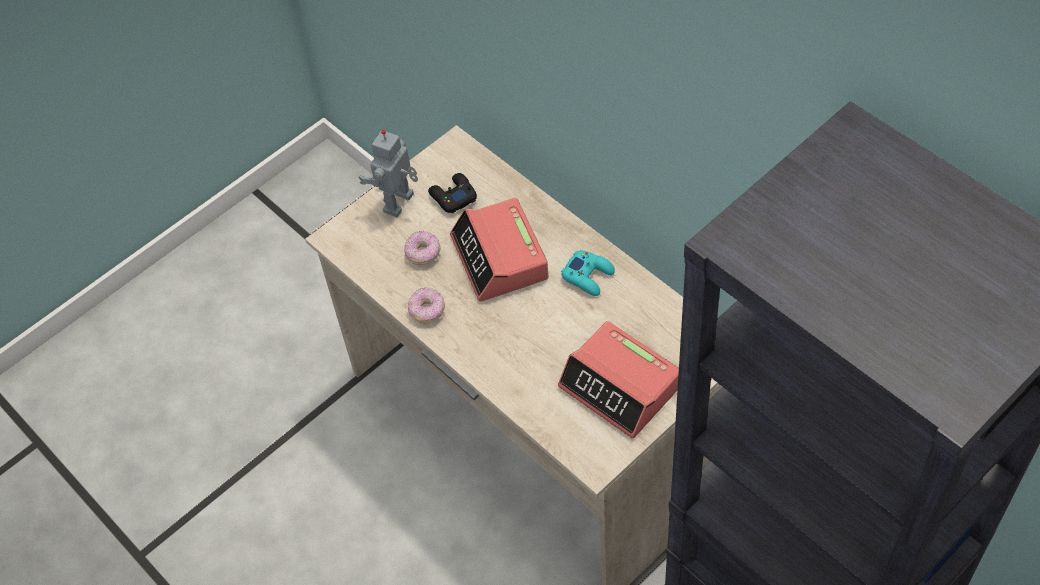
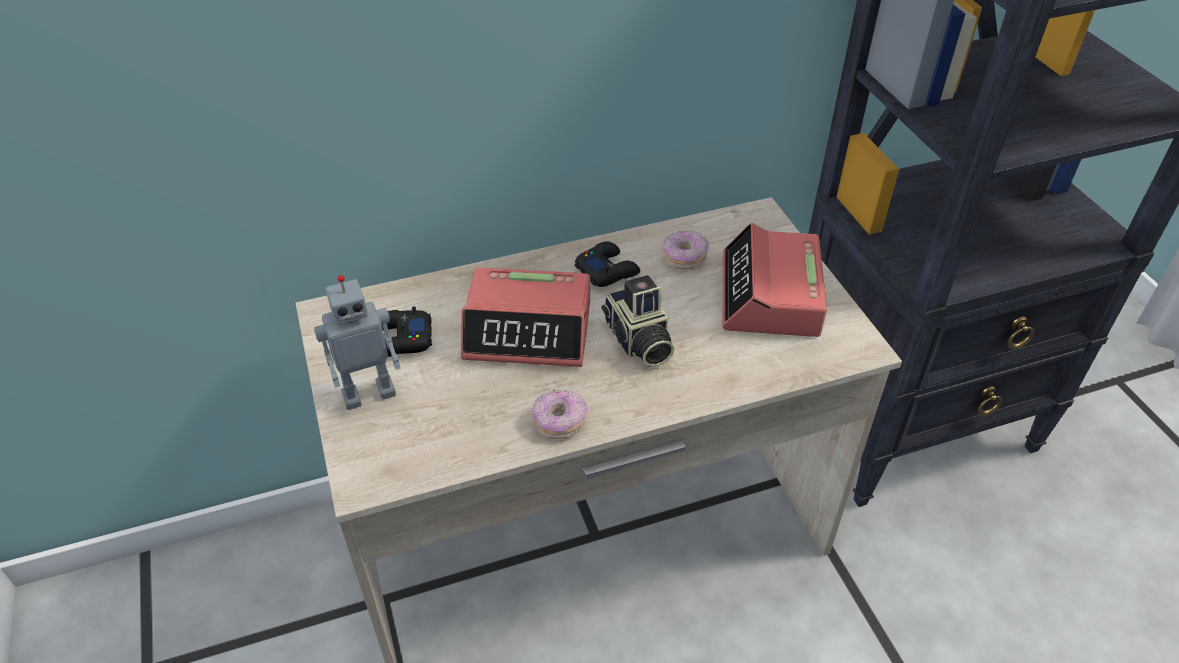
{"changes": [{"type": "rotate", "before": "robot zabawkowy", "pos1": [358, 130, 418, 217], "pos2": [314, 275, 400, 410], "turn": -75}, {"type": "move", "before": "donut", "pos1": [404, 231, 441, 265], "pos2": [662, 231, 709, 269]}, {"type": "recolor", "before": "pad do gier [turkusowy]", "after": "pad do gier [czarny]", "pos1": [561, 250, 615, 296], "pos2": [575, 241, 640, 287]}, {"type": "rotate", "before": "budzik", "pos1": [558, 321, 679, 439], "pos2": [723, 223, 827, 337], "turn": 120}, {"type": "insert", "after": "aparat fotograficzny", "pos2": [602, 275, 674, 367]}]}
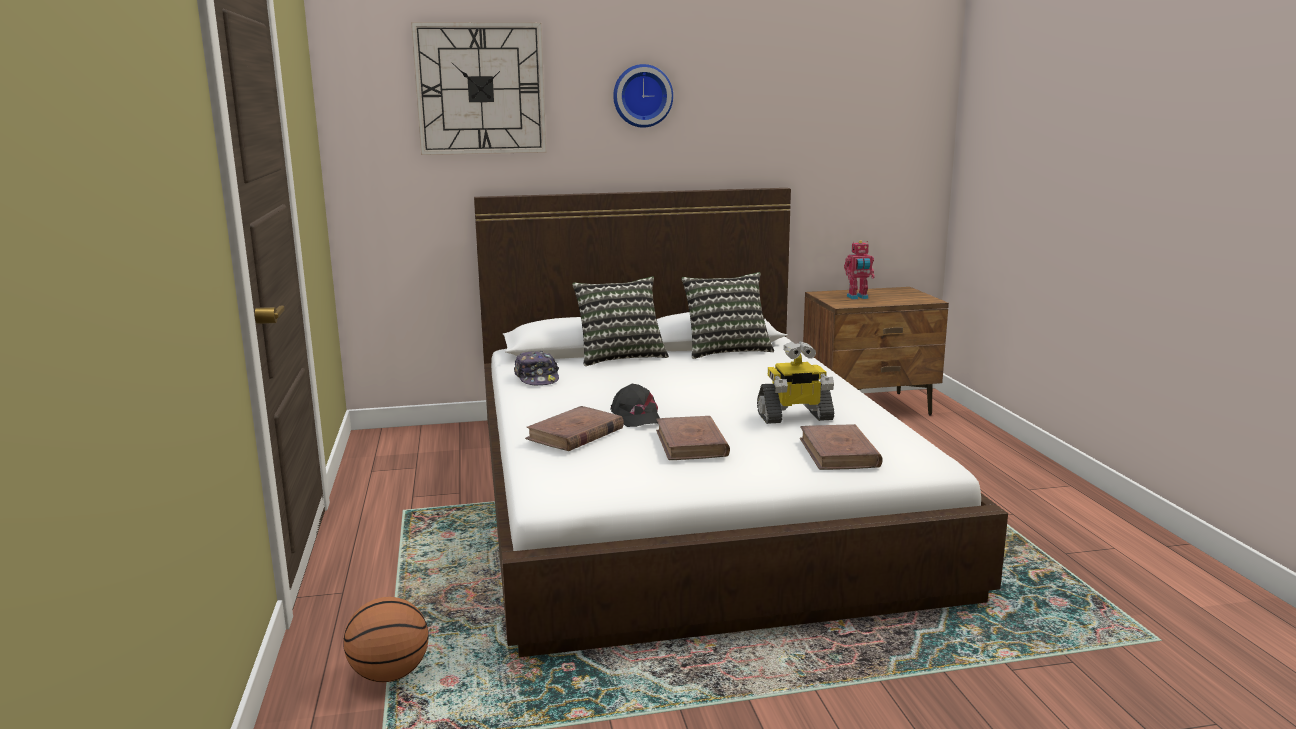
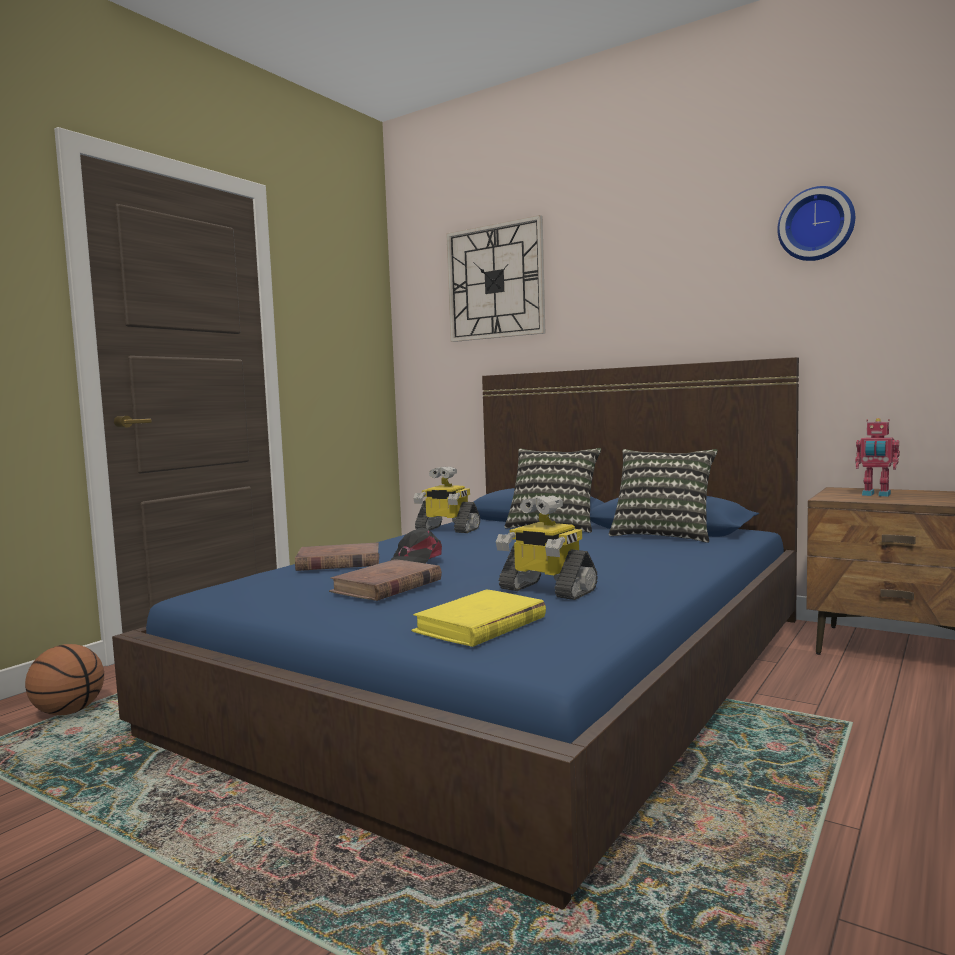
{"changes": [{"type": "move", "before": "zegar ścienny", "pos1": [613, 64, 673, 128], "pos2": [777, 186, 855, 261]}, {"type": "recolor", "before": "łóżko [biały]", "after": "łóżko [niebieski]", "pos1": [474, 188, 1008, 657], "pos2": [112, 357, 799, 910]}, {"type": "replace", "before": "czapka z daszkiem", "after": "robot zabawkowy", "pos1": [514, 351, 559, 385], "pos2": [413, 467, 480, 533]}, {"type": "recolor", "before": "książka [brązowy]", "after": "książka [żółty]", "pos1": [800, 424, 883, 470], "pos2": [411, 589, 546, 647]}]}
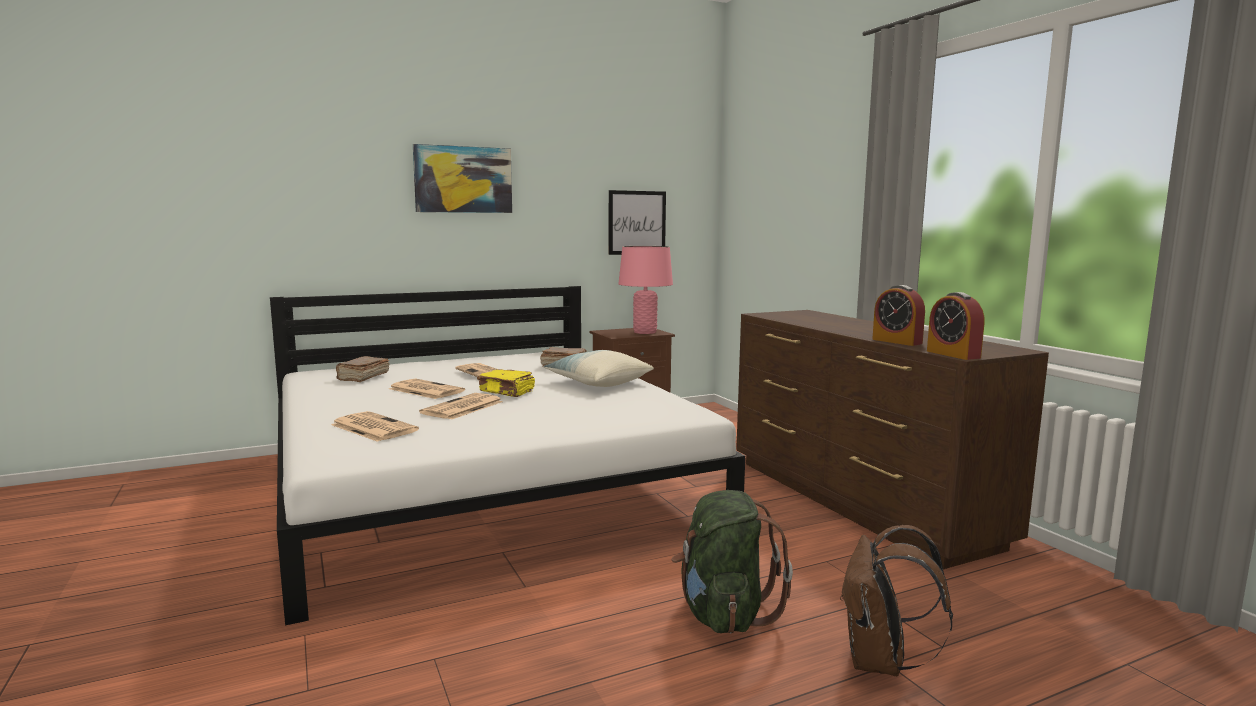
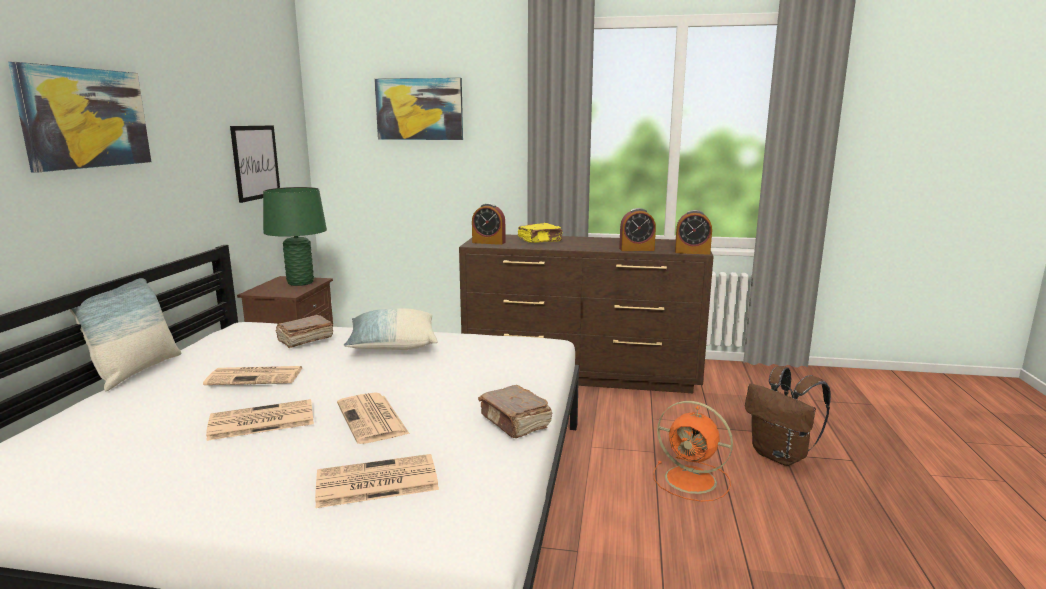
{"changes": [{"type": "recolor", "before": "lampa stołowa [różowy]", "after": "lampa stołowa [zielony]", "pos1": [619, 246, 673, 334], "pos2": [263, 187, 327, 286]}, {"type": "move", "before": "książka [brązowy]", "pos1": [336, 356, 390, 382], "pos2": [478, 385, 552, 438]}, {"type": "move", "before": "książka [żółty]", "pos1": [477, 369, 535, 397], "pos2": [518, 223, 562, 243]}, {"type": "replace", "before": "plecak [zielony]", "after": "wentylator [pomarańczowy]", "pos1": [671, 490, 793, 633], "pos2": [653, 401, 733, 502]}, {"type": "insert", "after": "obraz", "pos2": [374, 78, 463, 140]}, {"type": "insert", "after": "budzik", "pos2": [472, 203, 506, 245]}, {"type": "insert", "after": "poduszka", "pos2": [62, 278, 181, 391]}]}
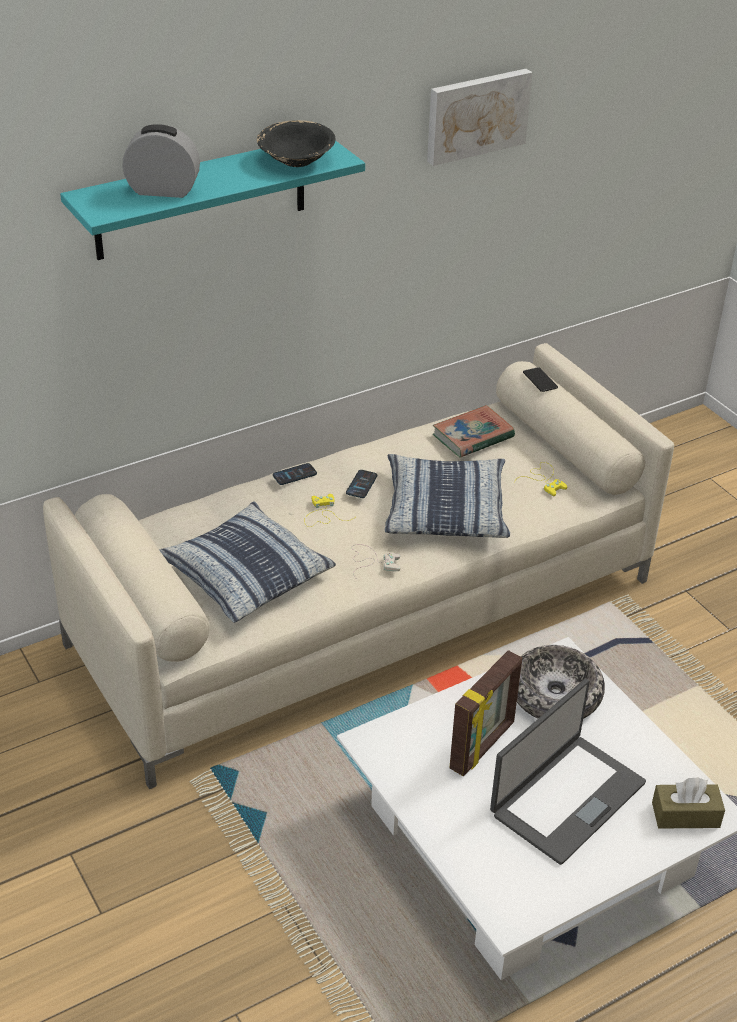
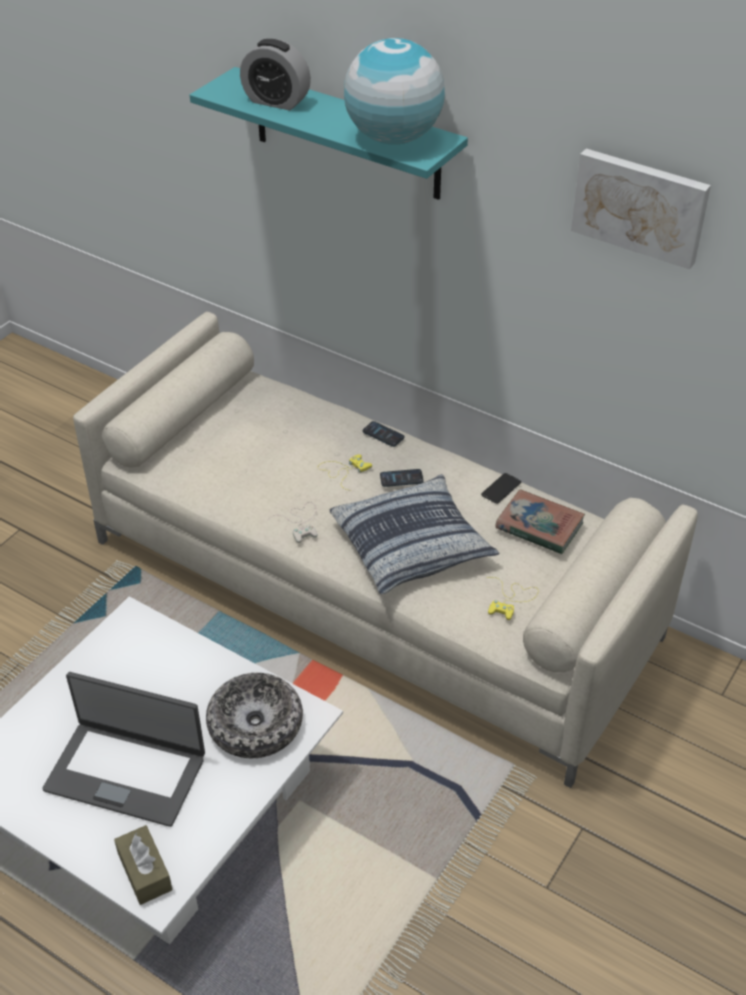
{"changes": [{"type": "replace", "before": "miska [czarny]", "after": "globus", "pos1": [257, 120, 336, 167], "pos2": [344, 38, 445, 144]}, {"type": "rotate", "before": "budzik", "pos1": [122, 124, 200, 198], "pos2": [240, 39, 311, 110], "turn": 135}, {"type": "move", "before": "telefon", "pos1": [523, 367, 558, 392], "pos2": [481, 473, 521, 504]}, {"type": "delete", "before": "poduszka", "pos1": [159, 501, 336, 623]}, {"type": "delete", "before": "ramka na zdjęcie", "pos1": [449, 650, 522, 776]}]}
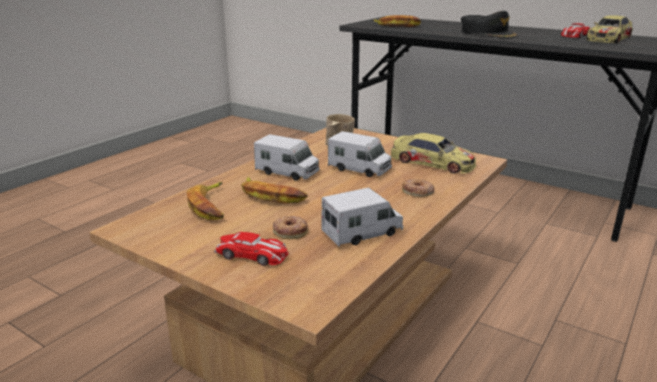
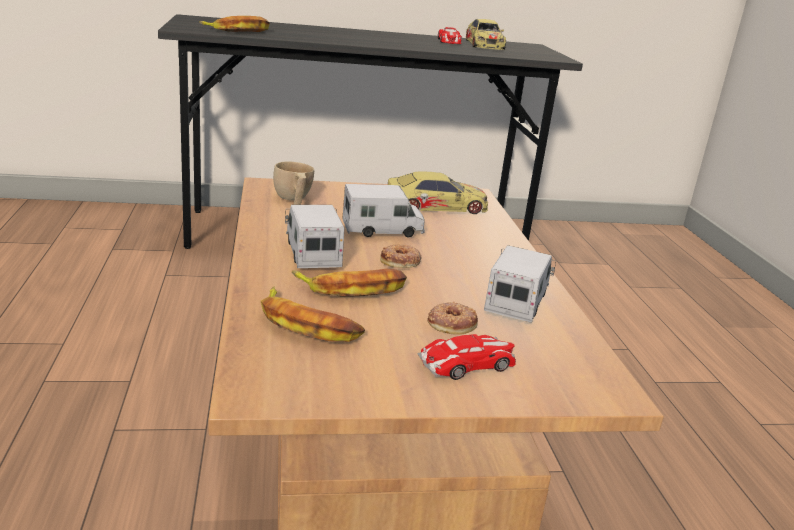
{"changes": [{"type": "delete", "before": "czapka z daszkiem [czarny]", "pos1": [461, 11, 519, 38]}, {"type": "rotate", "before": "ciężarówka zabawkowa", "pos1": [254, 134, 320, 181], "pos2": [285, 205, 344, 268], "turn": -90}, {"type": "move", "before": "donut", "pos1": [402, 179, 434, 197], "pos2": [380, 244, 421, 268]}]}
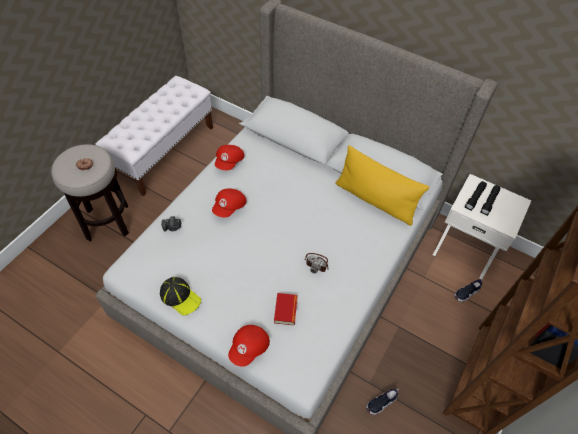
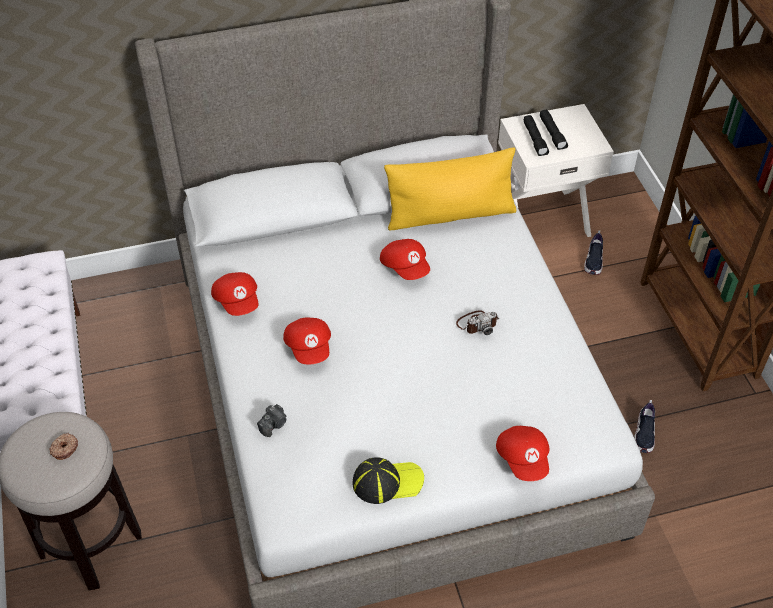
{"changes": [{"type": "delete", "before": "książka", "pos1": [274, 293, 298, 325]}, {"type": "insert", "after": "czapka z daszkiem [czerwony]", "pos2": [380, 239, 430, 280]}]}
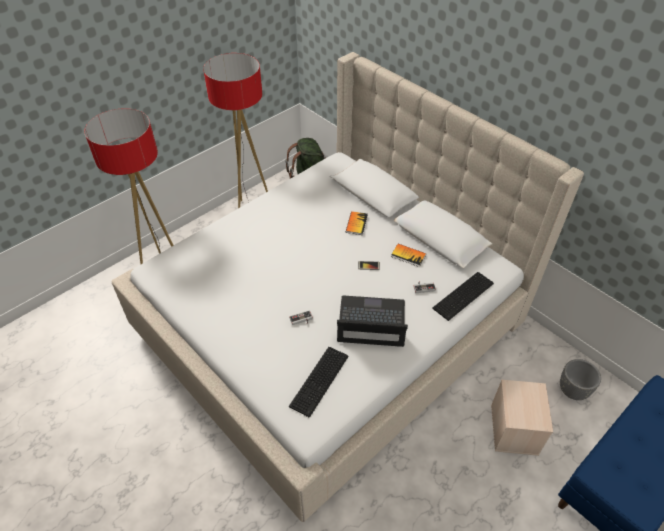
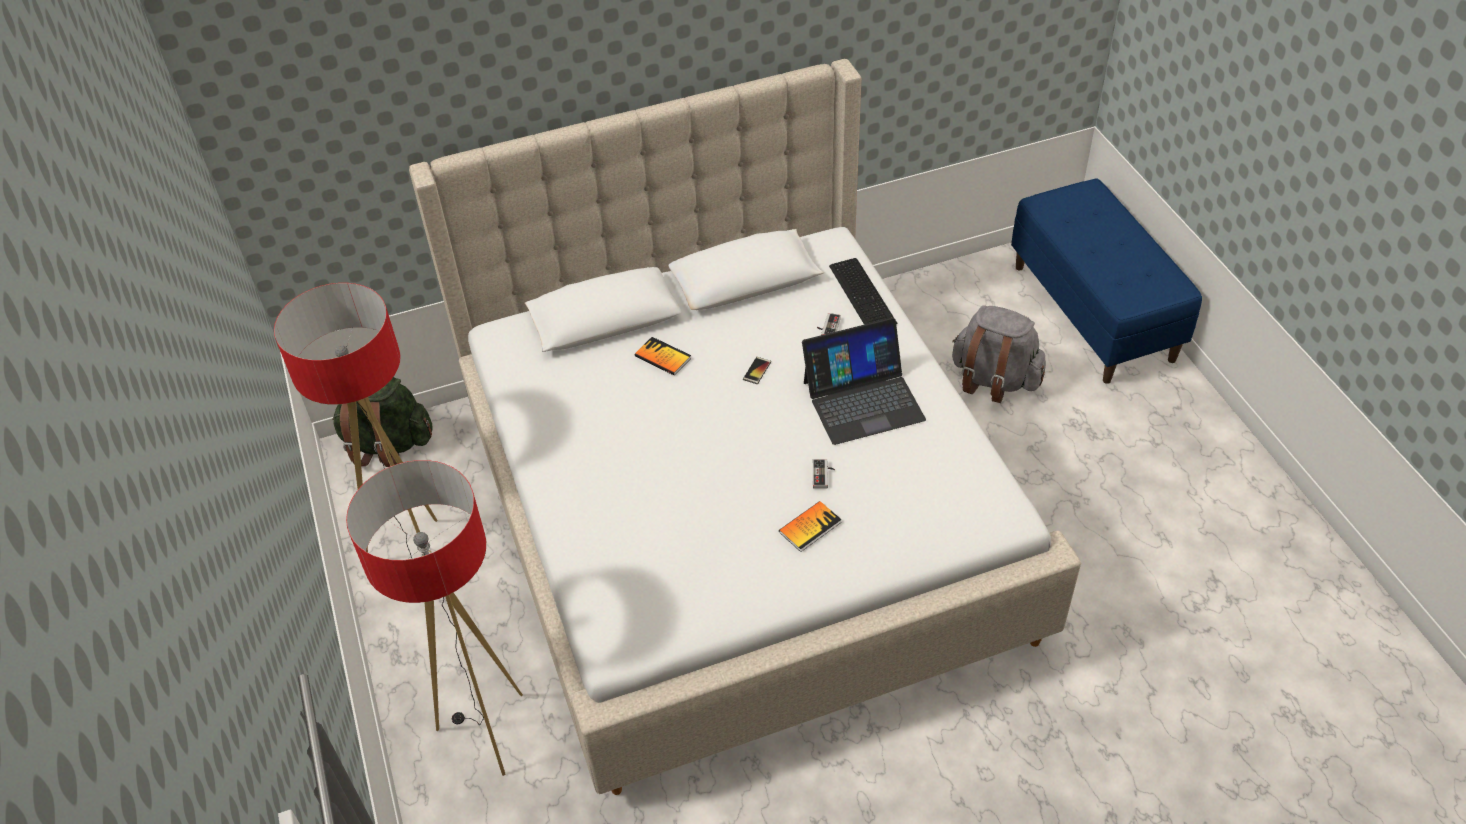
{"changes": [{"type": "move", "before": "książka", "pos1": [391, 244, 426, 267], "pos2": [779, 501, 842, 552]}, {"type": "rotate", "before": "laptop", "pos1": [337, 295, 408, 347], "pos2": [802, 318, 926, 445], "turn": -135}, {"type": "delete", "before": "klawiatura", "pos1": [289, 347, 348, 418]}, {"type": "delete", "before": "donica [szary]", "pos1": [560, 359, 601, 400]}, {"type": "replace", "before": "pojemnik do przechowywania [beżowy]", "after": "plecak [szary]", "pos1": [491, 380, 553, 456], "pos2": [952, 306, 1046, 403]}]}
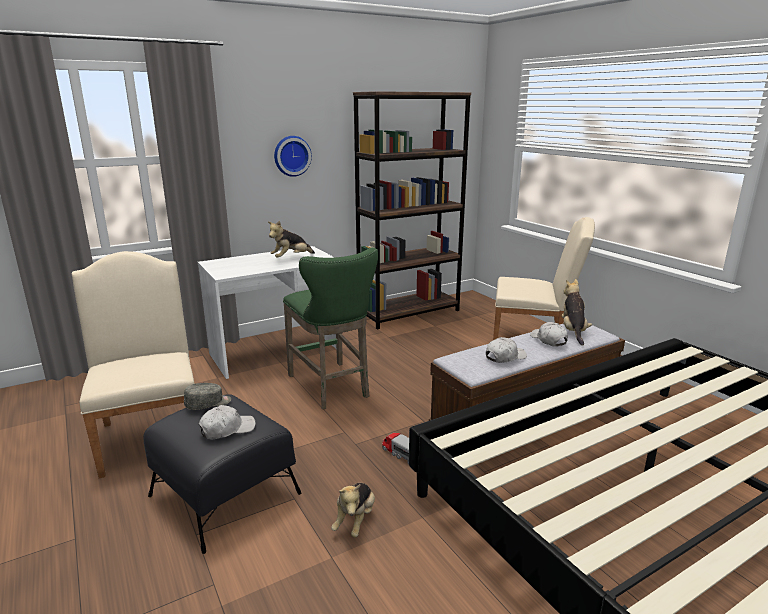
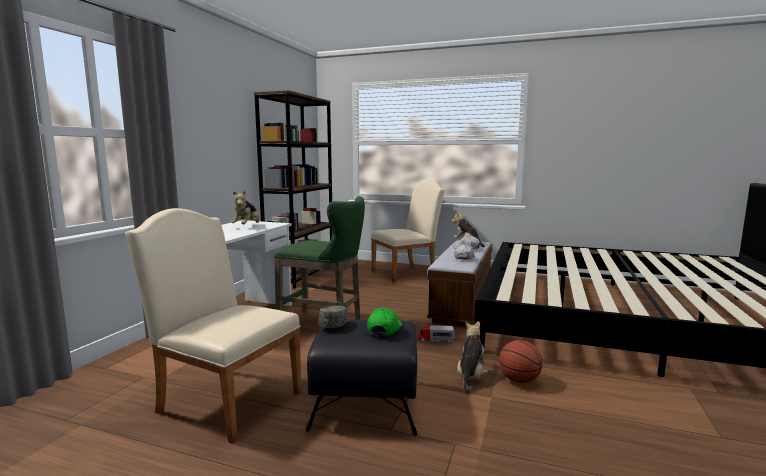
{"changes": [{"type": "delete", "before": "zegar ścienny", "pos1": [274, 136, 312, 177]}, {"type": "recolor", "before": "czapka z daszkiem [biały]", "after": "czapka z daszkiem [zielony]", "pos1": [199, 405, 256, 440], "pos2": [367, 308, 402, 336]}, {"type": "rotate", "before": "pluszak", "pos1": [331, 483, 375, 537], "pos2": [457, 321, 488, 395], "turn": -135}, {"type": "insert", "after": "piłka do koszykówki", "pos2": [499, 340, 543, 383]}]}
